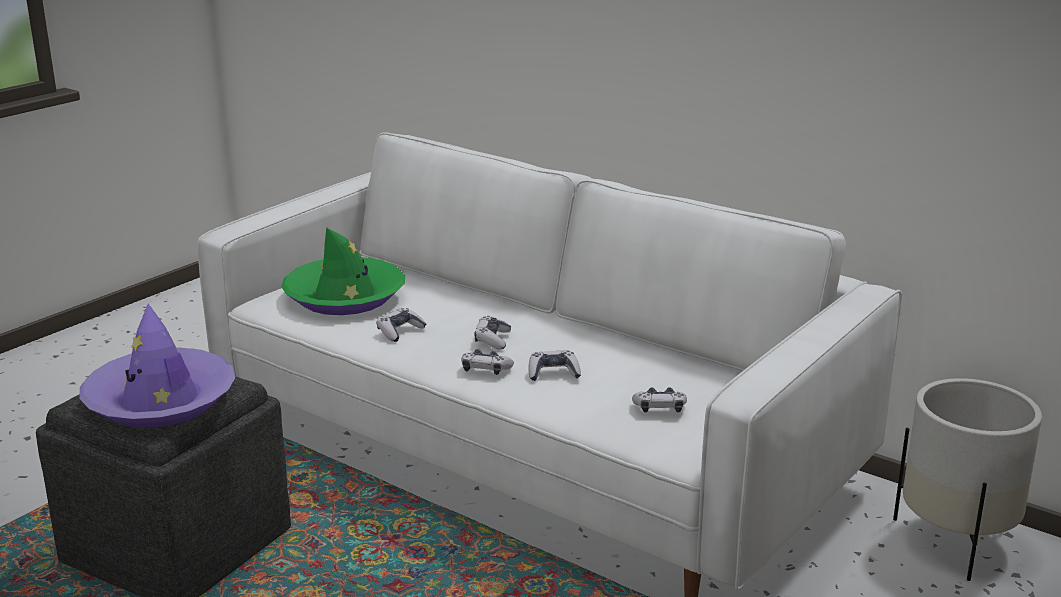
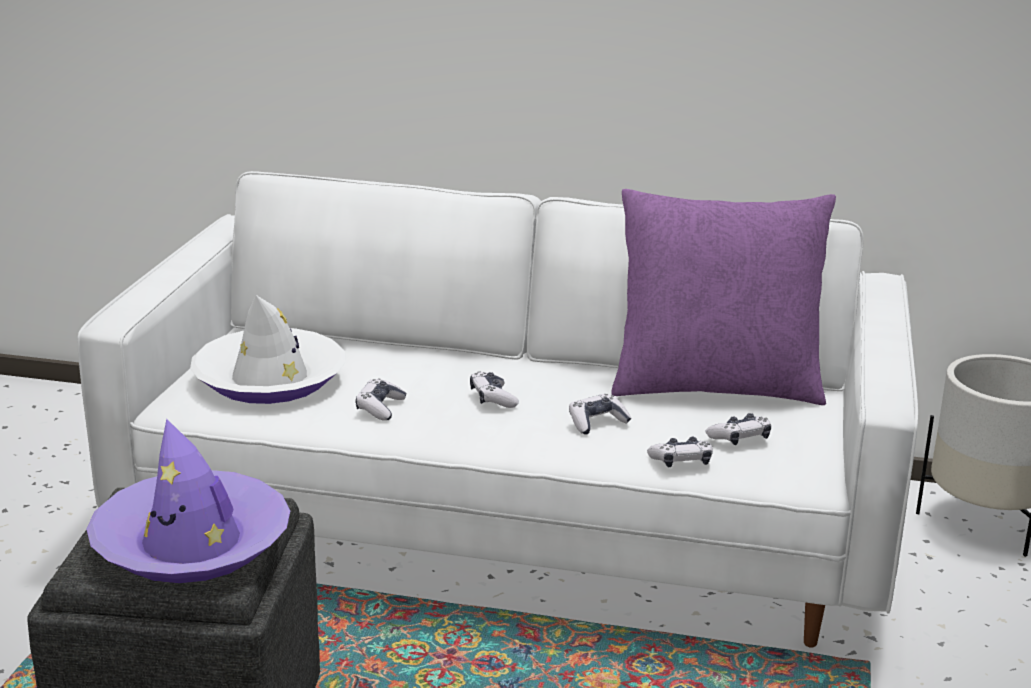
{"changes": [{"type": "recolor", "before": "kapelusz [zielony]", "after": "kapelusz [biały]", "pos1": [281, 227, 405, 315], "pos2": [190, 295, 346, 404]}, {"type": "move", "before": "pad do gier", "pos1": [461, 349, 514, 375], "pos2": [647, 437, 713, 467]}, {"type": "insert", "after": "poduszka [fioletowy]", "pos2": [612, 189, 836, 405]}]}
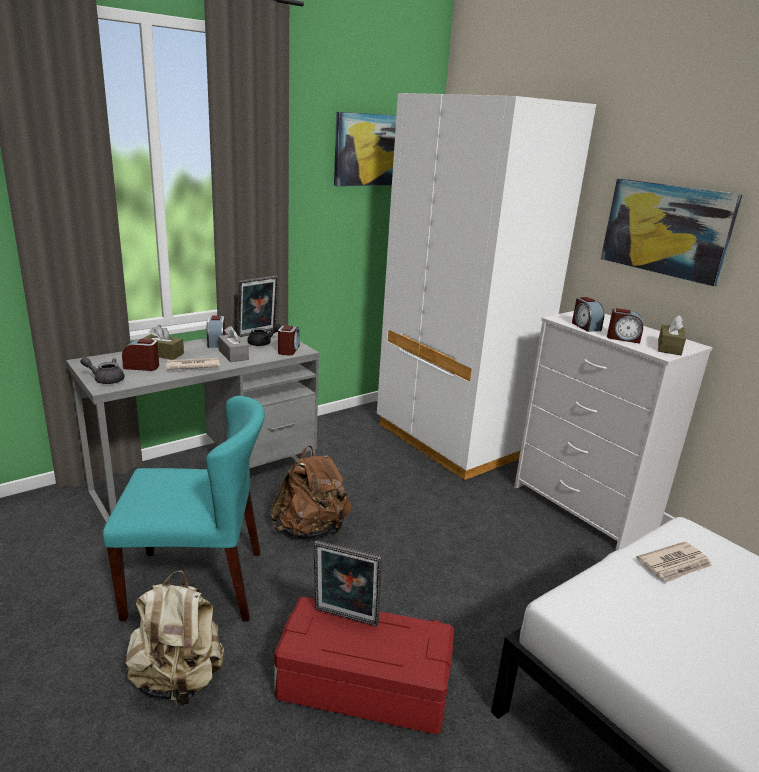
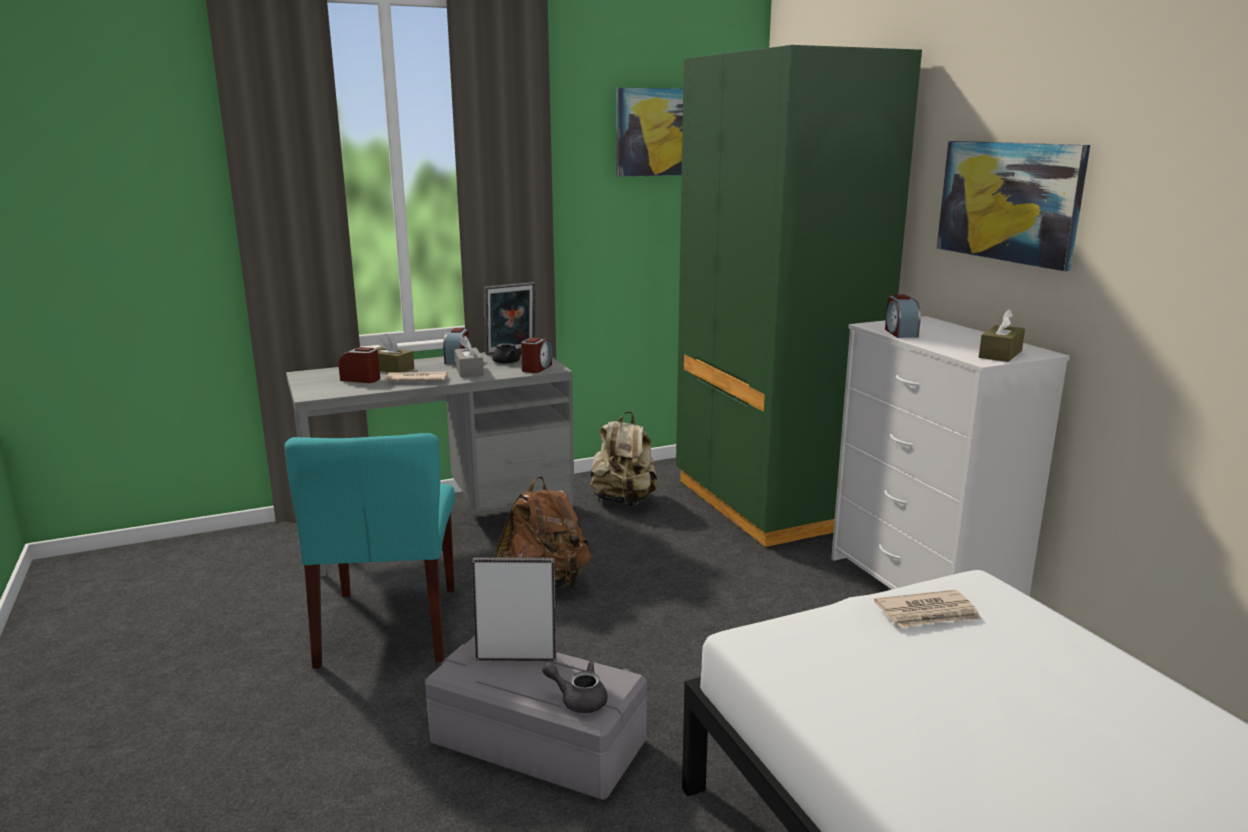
{"changes": [{"type": "recolor", "before": "szafa [biały]", "after": "szafa [zielony]", "pos1": [377, 93, 596, 481], "pos2": [676, 45, 922, 548]}, {"type": "delete", "before": "budzik", "pos1": [607, 308, 643, 344]}, {"type": "move", "before": "imbryk [szary]", "pos1": [80, 357, 124, 384], "pos2": [542, 661, 608, 713]}, {"type": "rotate", "before": "krzesło [turkusowy]", "pos1": [103, 396, 265, 622], "pos2": [285, 433, 455, 669], "turn": 75}, {"type": "rotate", "before": "ramka na zdjęcie", "pos1": [314, 540, 382, 626], "pos2": [472, 557, 556, 661], "turn": 150}, {"type": "move", "before": "plecak [beżowy]", "pos1": [125, 570, 224, 706], "pos2": [589, 411, 658, 507]}, {"type": "recolor", "before": "pojemnik do przechowywania [czerwony]", "after": "pojemnik do przechowywania [szary]", "pos1": [274, 597, 454, 734], "pos2": [425, 636, 647, 800]}]}
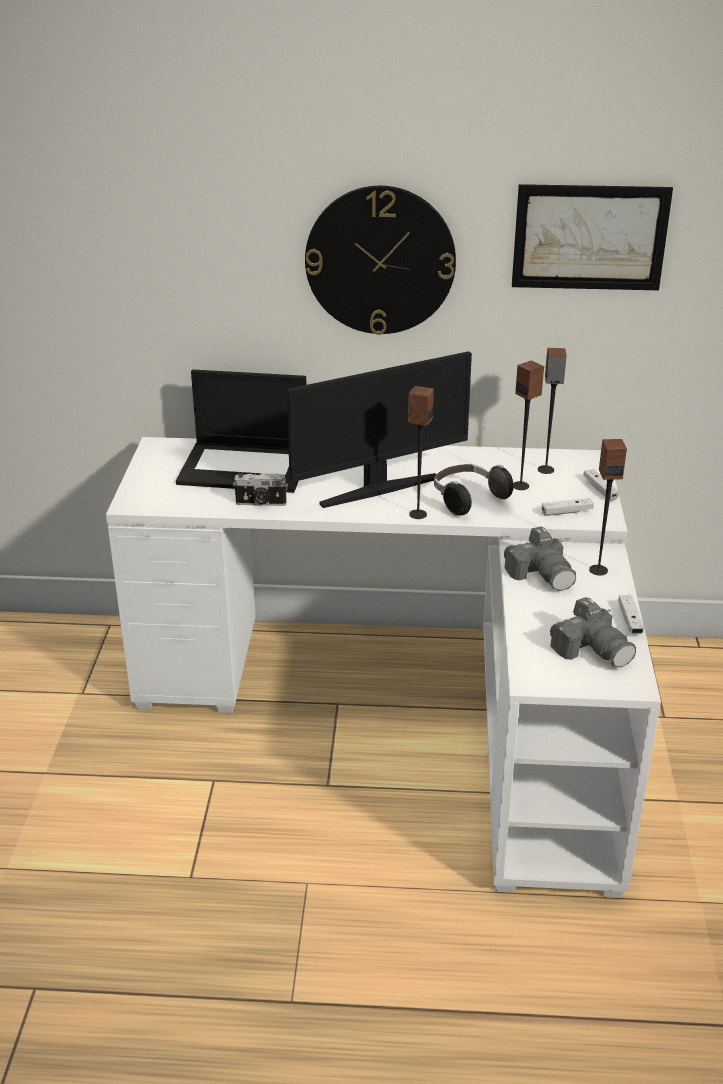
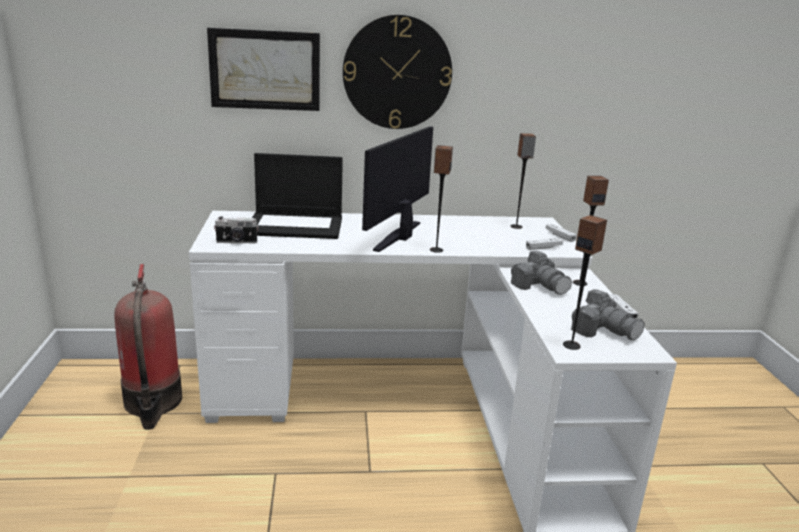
{"changes": [{"type": "move", "before": "obraz", "pos1": [512, 184, 673, 290], "pos2": [207, 28, 320, 111]}, {"type": "rotate", "before": "monitor", "pos1": [287, 351, 472, 508], "pos2": [362, 126, 433, 252], "turn": 150}, {"type": "move", "before": "głośnik", "pos1": [513, 361, 544, 490], "pos2": [563, 215, 607, 350]}, {"type": "delete", "before": "słuchawki", "pos1": [434, 464, 514, 516]}, {"type": "move", "before": "aparat fotograficzny", "pos1": [233, 473, 288, 506], "pos2": [214, 216, 258, 243]}, {"type": "insert", "after": "gaśnica", "pos2": [114, 264, 182, 430]}]}
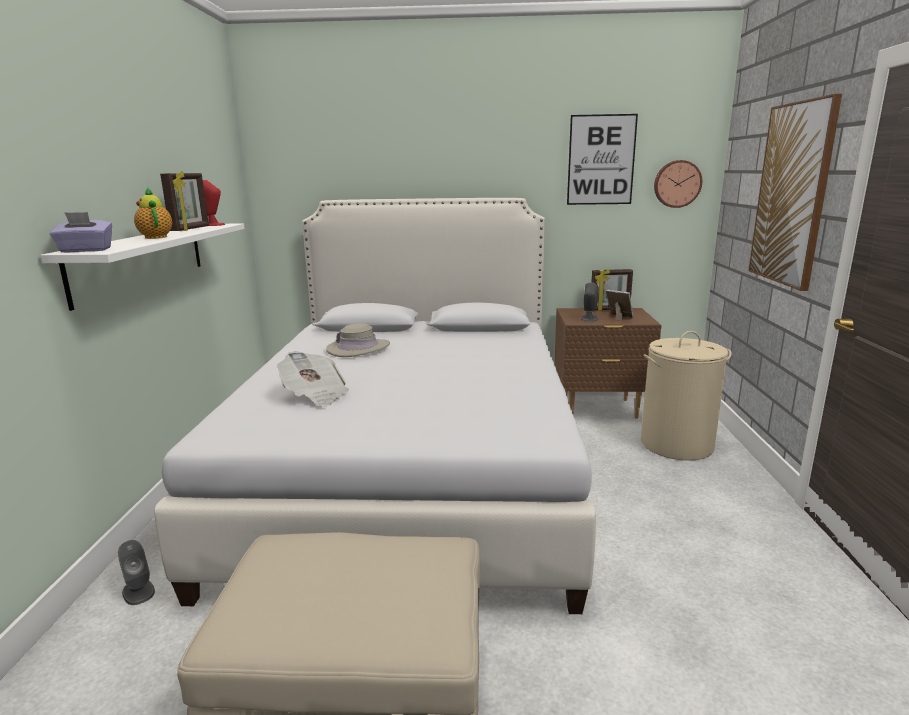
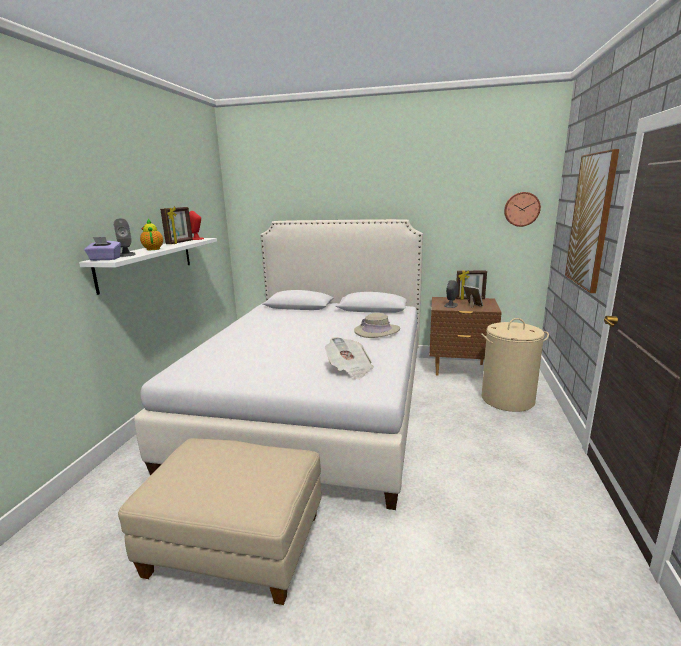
{"changes": [{"type": "delete", "before": "obraz", "pos1": [567, 114, 638, 205]}, {"type": "move", "before": "kapelusz [beżowy]", "pos1": [326, 323, 390, 357], "pos2": [354, 313, 400, 338]}, {"type": "move", "before": "gazeta", "pos1": [277, 351, 349, 407], "pos2": [325, 337, 374, 379]}, {"type": "move", "before": "głośnik [szary]", "pos1": [118, 540, 155, 605], "pos2": [114, 218, 136, 257]}]}
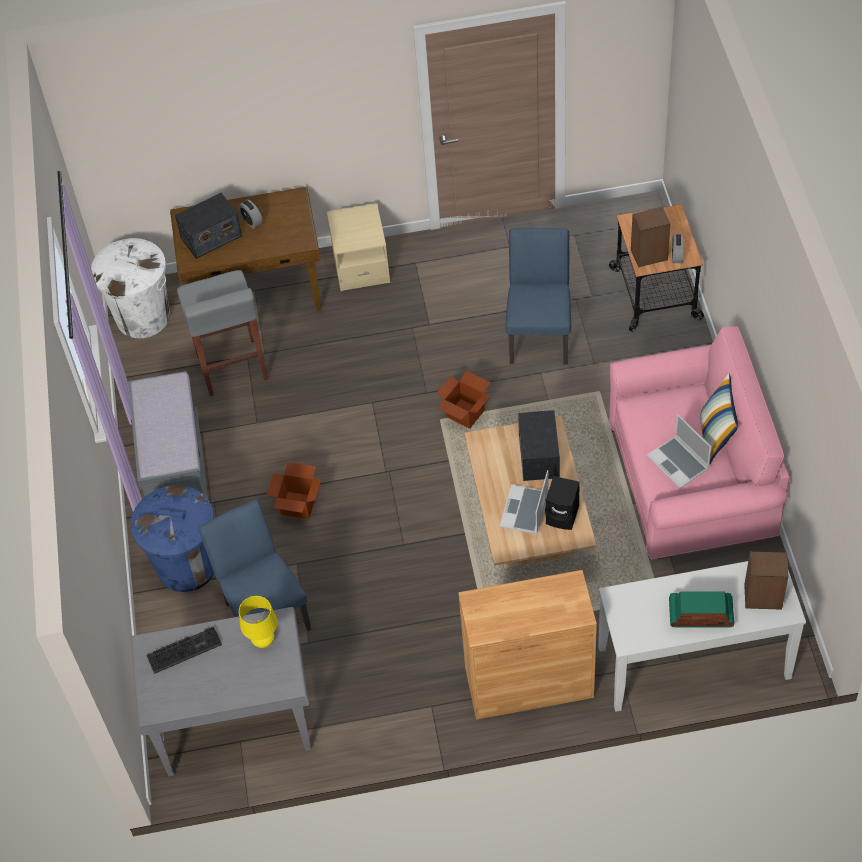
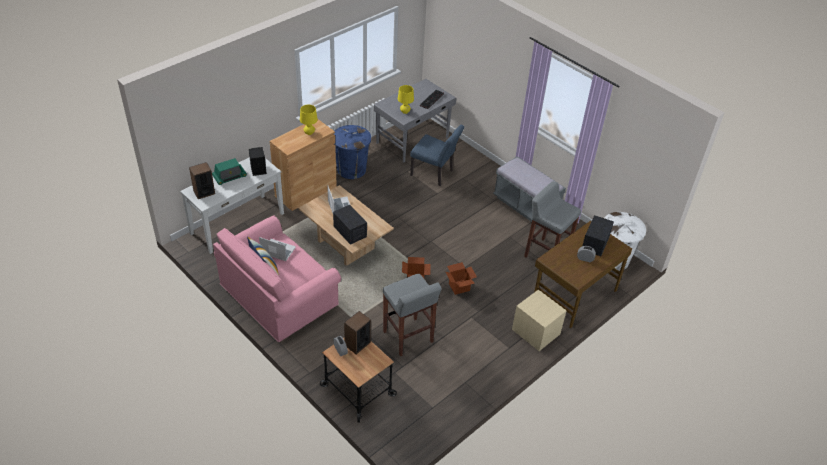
{"changes": [{"type": "replace", "before": "krzesło [niebieski]", "after": "stołek [szary]", "pos1": [505, 228, 571, 364], "pos2": [383, 274, 442, 356]}, {"type": "move", "before": "karton", "pos1": [267, 462, 322, 519], "pos2": [446, 262, 477, 295]}, {"type": "move", "before": "głośnik [czarny]", "pos1": [545, 476, 580, 530], "pos2": [249, 147, 267, 176]}, {"type": "move", "before": "kosz na śmieci [niebieski]", "pos1": [131, 485, 214, 592], "pos2": [334, 125, 371, 179]}, {"type": "insert", "after": "lampa stołowa [żółty]", "pos2": [300, 105, 318, 135]}]}
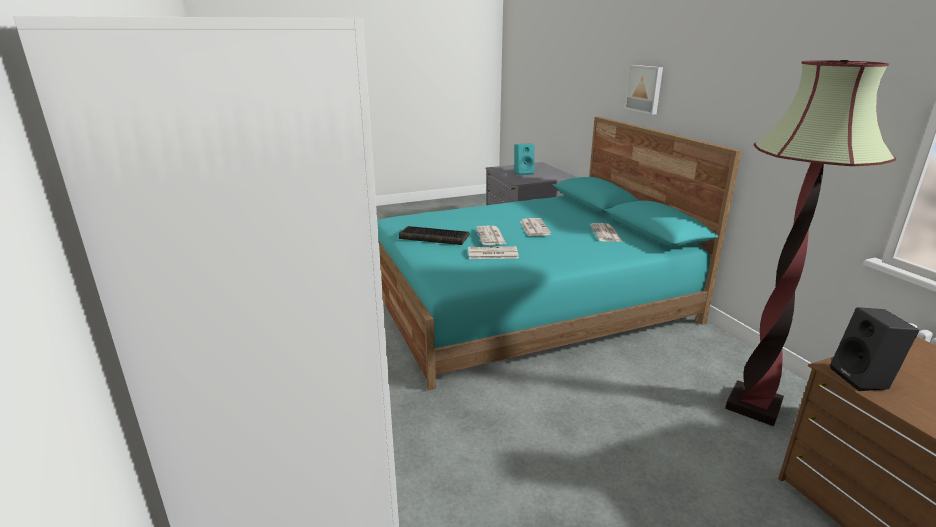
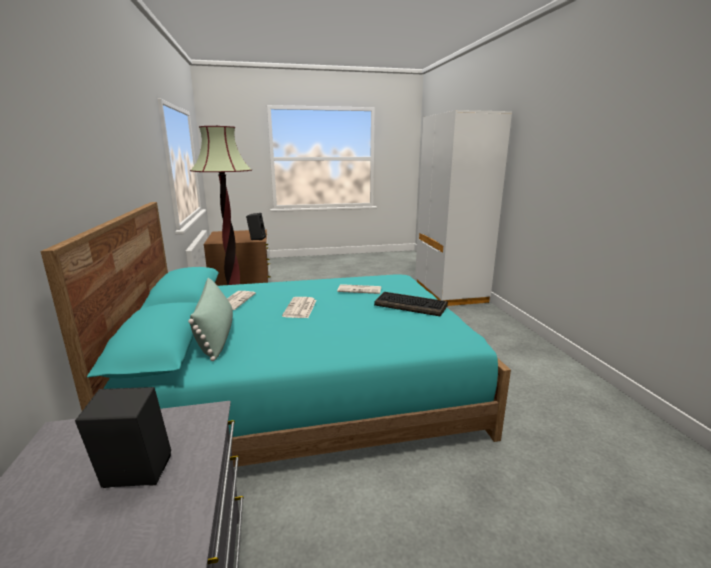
{"changes": [{"type": "delete", "before": "obraz", "pos1": [625, 65, 663, 115]}, {"type": "recolor", "before": "głośnik [turkusowy]", "after": "głośnik [czarny]", "pos1": [514, 143, 535, 175], "pos2": [75, 387, 171, 488]}, {"type": "delete", "before": "gazeta", "pos1": [476, 226, 506, 245]}, {"type": "insert", "after": "poduszka [zielony]", "pos2": [188, 278, 233, 361]}]}
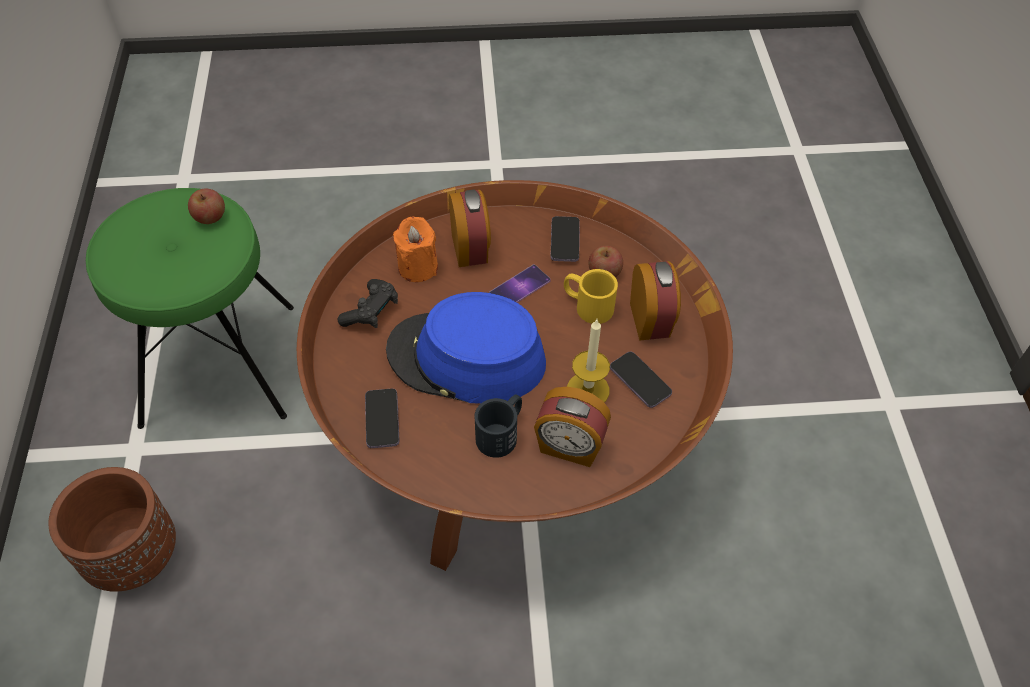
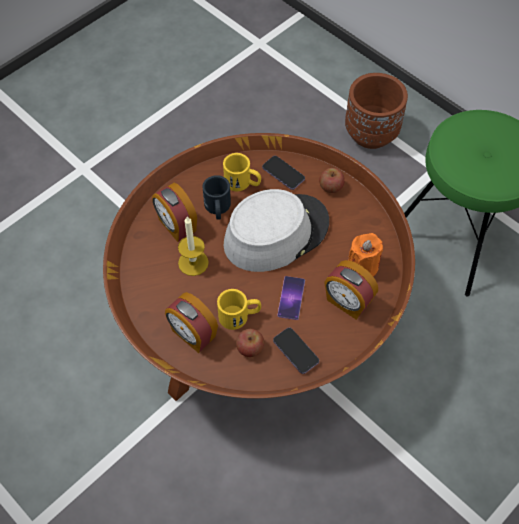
{"changes": [{"type": "move", "before": "jabłko", "pos1": [188, 189, 225, 224], "pos2": [319, 168, 345, 193]}, {"type": "delete", "before": "pad do gier [czarny]", "pos1": [338, 279, 398, 328]}, {"type": "recolor", "before": "kapelusz [niebieski]", "after": "kapelusz [szary]", "pos1": [386, 292, 546, 404], "pos2": [224, 189, 329, 272]}, {"type": "delete", "before": "telefon", "pos1": [610, 352, 672, 408]}, {"type": "rotate", "before": "budzik", "pos1": [534, 387, 611, 467], "pos2": [152, 183, 197, 242], "turn": -105}, {"type": "insert", "after": "kubek [żółty]", "pos2": [223, 153, 261, 191]}]}
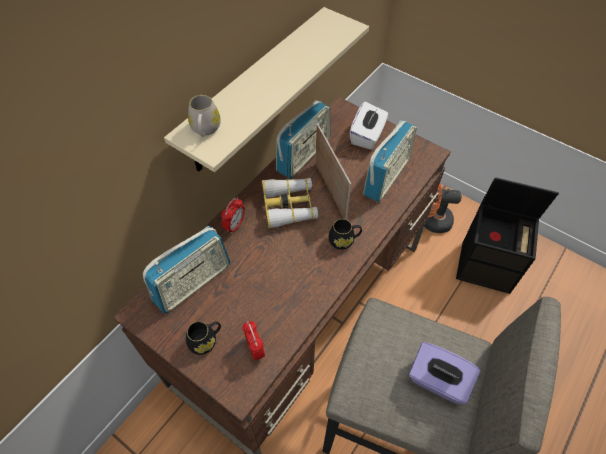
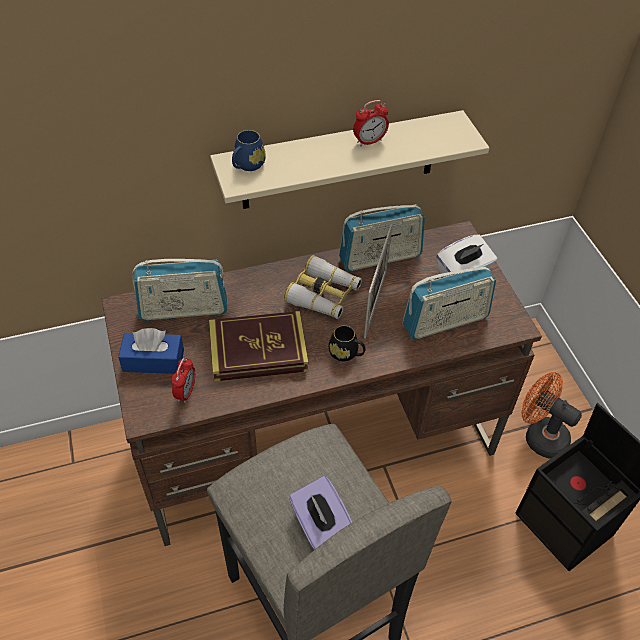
{"changes": [{"type": "recolor", "before": "kubek [biały]", "after": "kubek [niebieski]", "pos1": [188, 95, 221, 136], "pos2": [232, 130, 266, 171]}, {"type": "move", "before": "budzik", "pos1": [221, 197, 245, 234], "pos2": [353, 100, 389, 147]}, {"type": "replace", "before": "kubek [czarny]", "after": "pudełko chusteczek [niebieski]", "pos1": [186, 321, 221, 355], "pos2": [118, 328, 184, 374]}, {"type": "insert", "after": "książka", "pos2": [209, 311, 308, 382]}]}
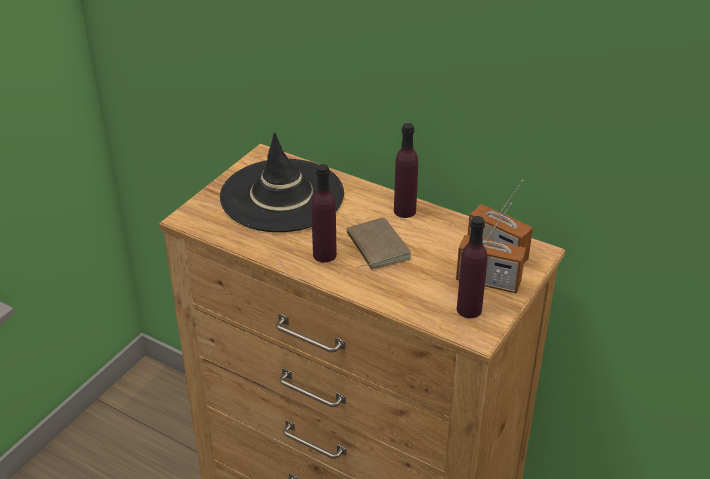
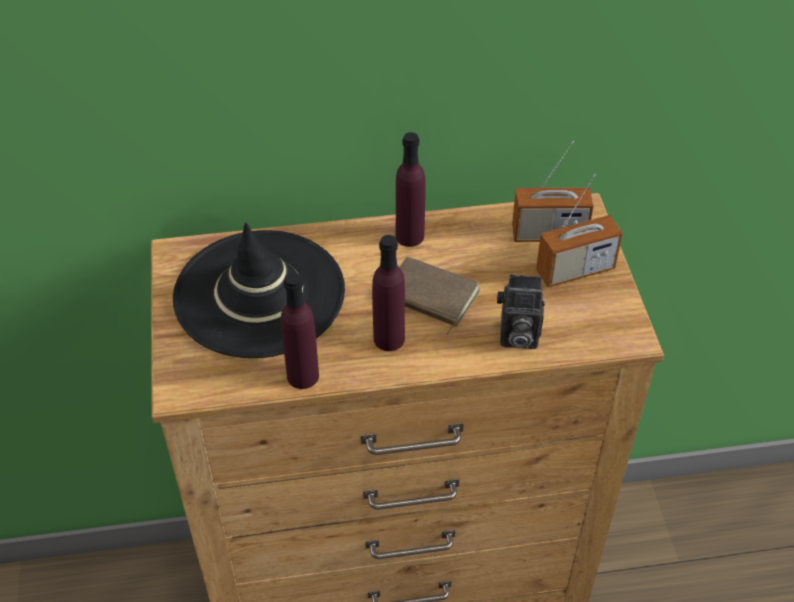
{"changes": [{"type": "move", "before": "butelka [fioletowy]", "pos1": [457, 216, 487, 318], "pos2": [281, 272, 319, 389]}, {"type": "insert", "after": "aparat fotograficzny", "pos2": [497, 274, 545, 349]}]}
